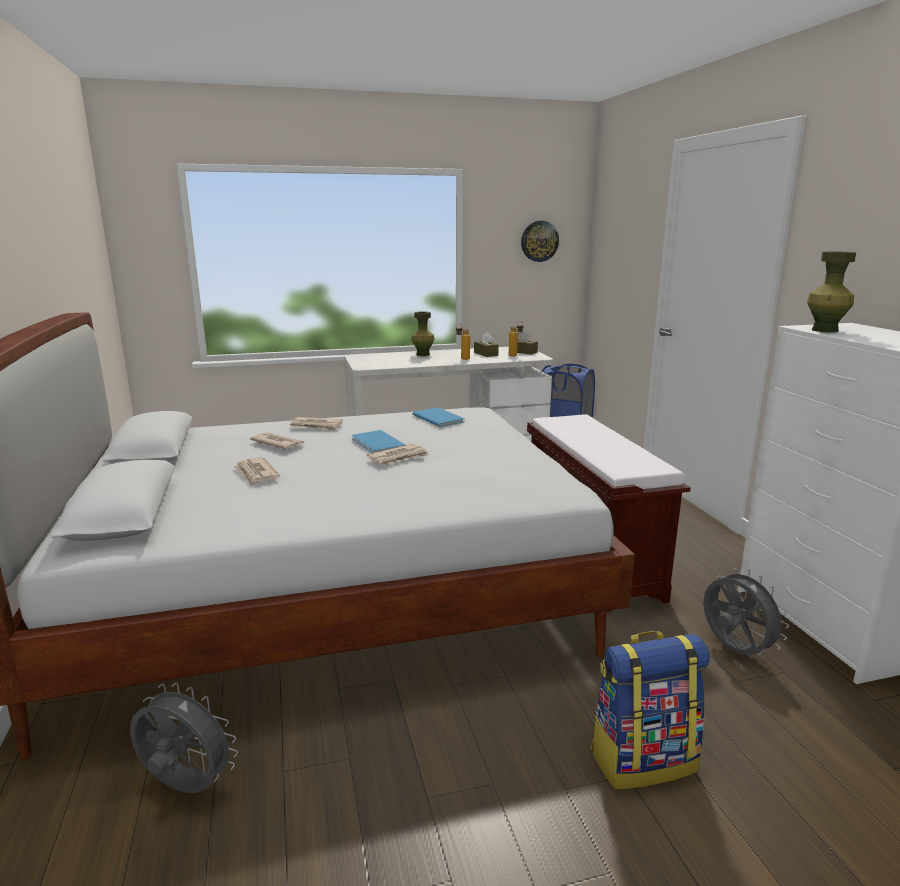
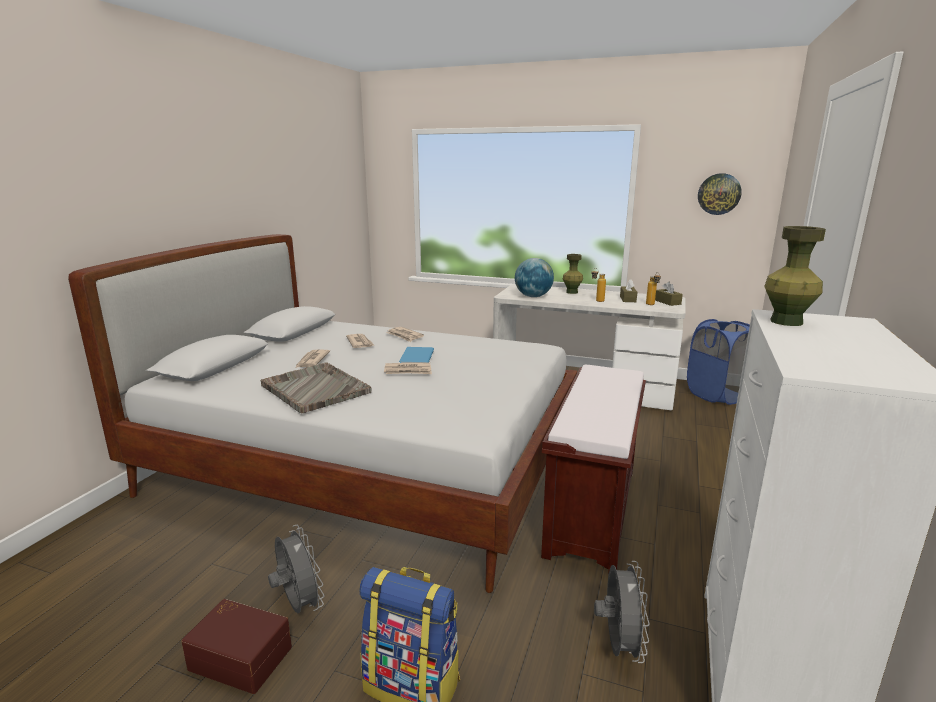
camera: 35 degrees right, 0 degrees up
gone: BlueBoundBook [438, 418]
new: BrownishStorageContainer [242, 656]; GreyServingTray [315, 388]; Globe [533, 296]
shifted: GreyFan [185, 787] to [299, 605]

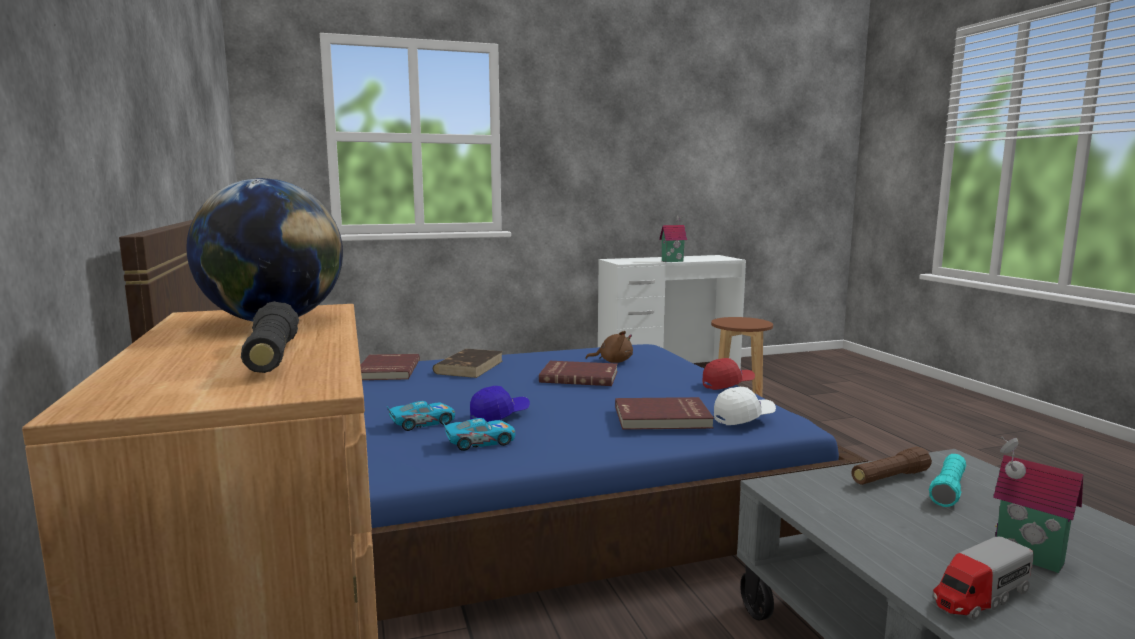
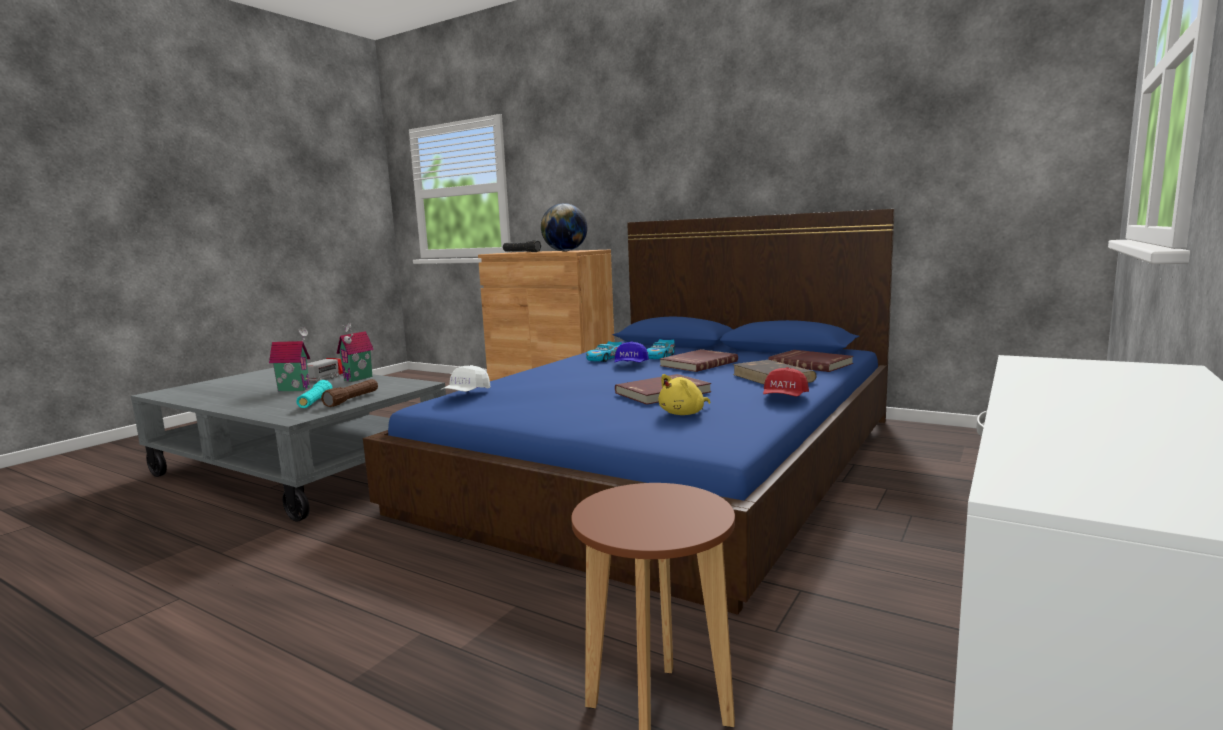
camera: 140 degrees right, 0 degrees up
shifted: RedColouredBoundBook [662, 418] to [697, 363]; ModelHouse [672, 261] to [359, 379]; RedColouredCap [727, 384] to [784, 398]
repainted: BrownishSoftToy [613, 361] to YellowishSoftToy [684, 414]

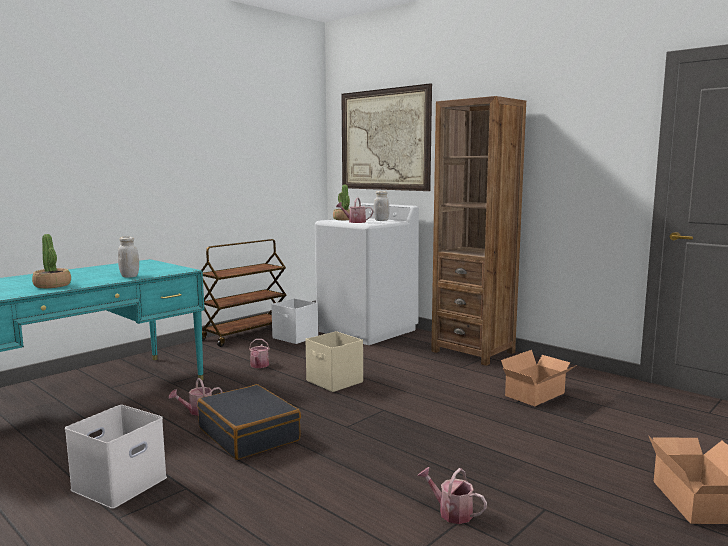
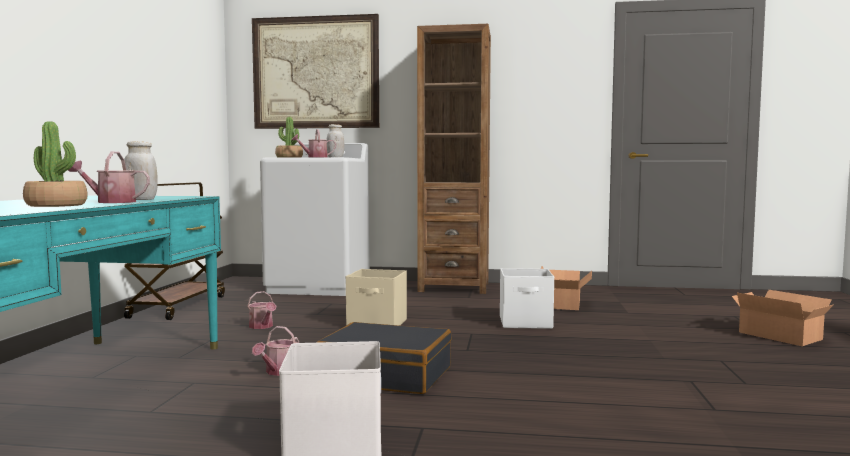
camera: 35 degrees left, 5 degrees down
shifted: WhiteStorageContainer [295, 337] to [526, 322]; WateringPot [451, 512] to [111, 202]

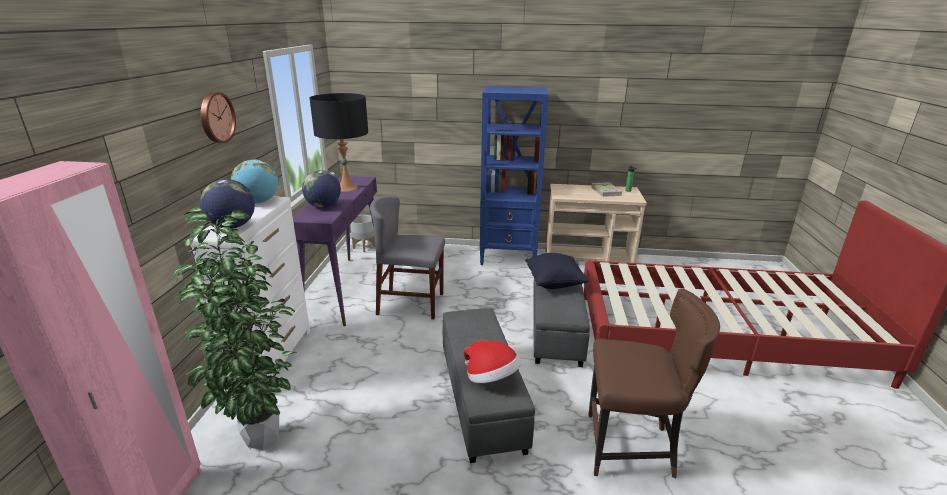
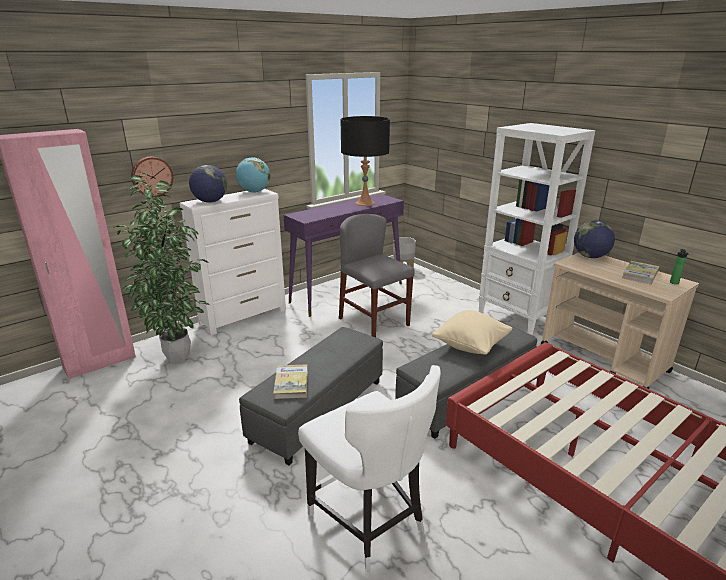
camera: 45 degrees right, 0 degrees up
shifted: ClockOnTheWall [216, 117] to [151, 176]; Globe [323, 206] to [590, 257]
swapped: ClothingHat [491, 378] to BoundBook [291, 383]
repainted: BlueShelvingUnit [509, 257] to WhiteShelvingUnit [517, 321]; BlackishThrowPillow [554, 283] to SandColouredThrowPillow [471, 346]; BrownishUprightChair [631, 448] to WhiteUprightChair [369, 521]

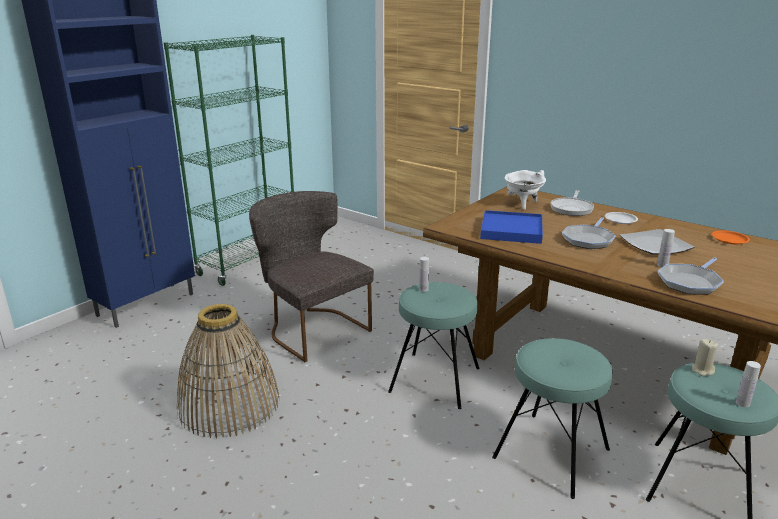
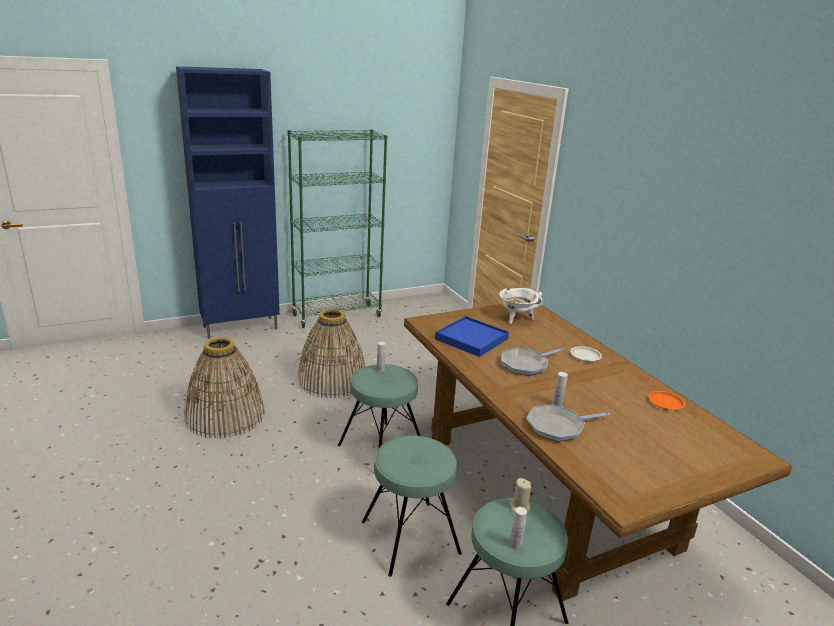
camera: 25 degrees right, 0 degrees up
gone: Pan [572, 208]; DinnerPlate [655, 245]
swapped: GreyUprightChair [312, 329] to HouseholdBasket [332, 380]

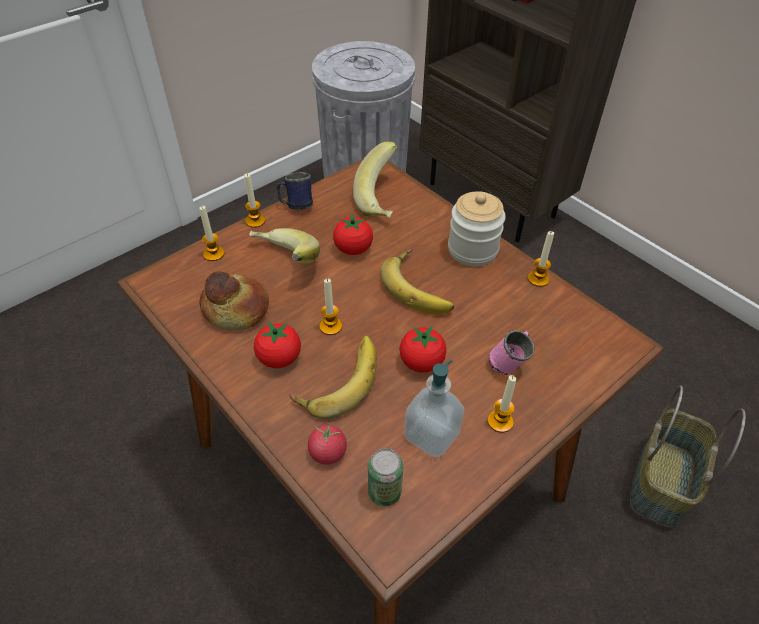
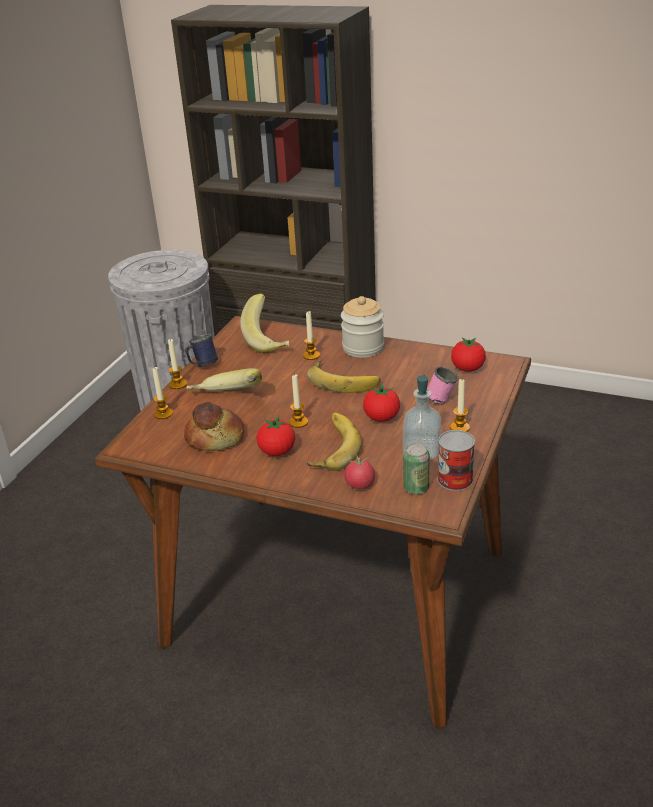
camera: 25 degrees left, 15 degrees down
gone: HouseholdBasket [663, 483]
new: MetalCan [455, 479]
shifted: WholeTomato [353, 249] to [467, 369]; Candle [538, 279] to [311, 355]

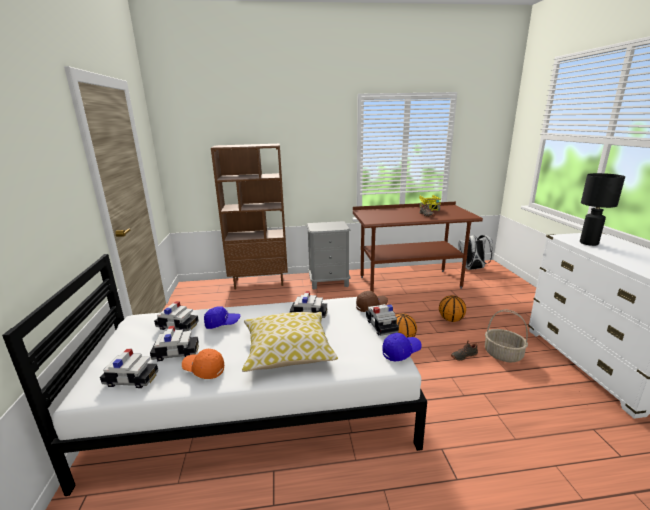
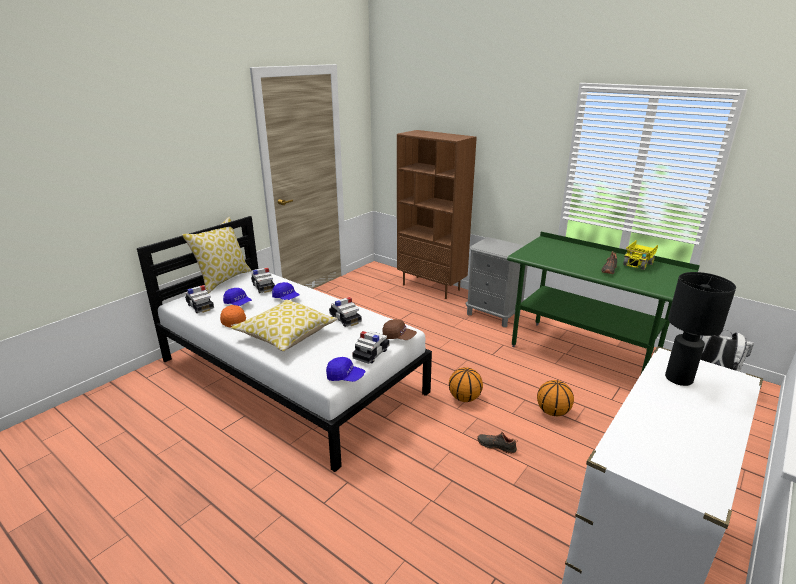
camera: 45 degrees right, 5 degrees up
gone: HouseholdBasket [503, 354]
new: ThrowPillow [223, 279]
swapped: ToyCar [176, 353] to BlueCap [238, 303]
repainted: BrownishDesk [409, 282] to GreenishDesk [583, 354]

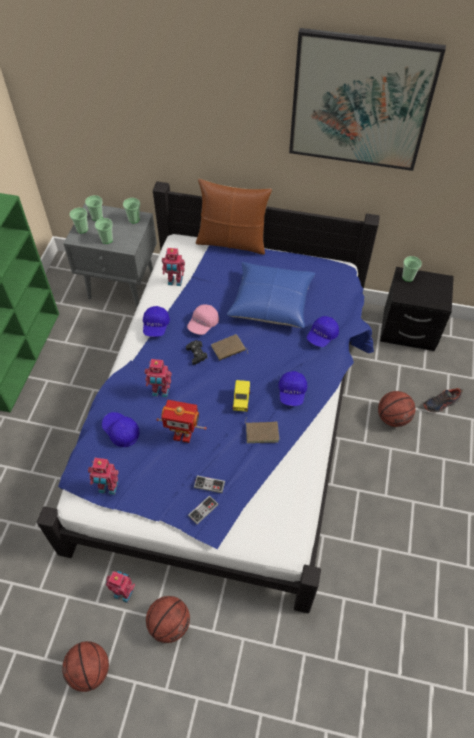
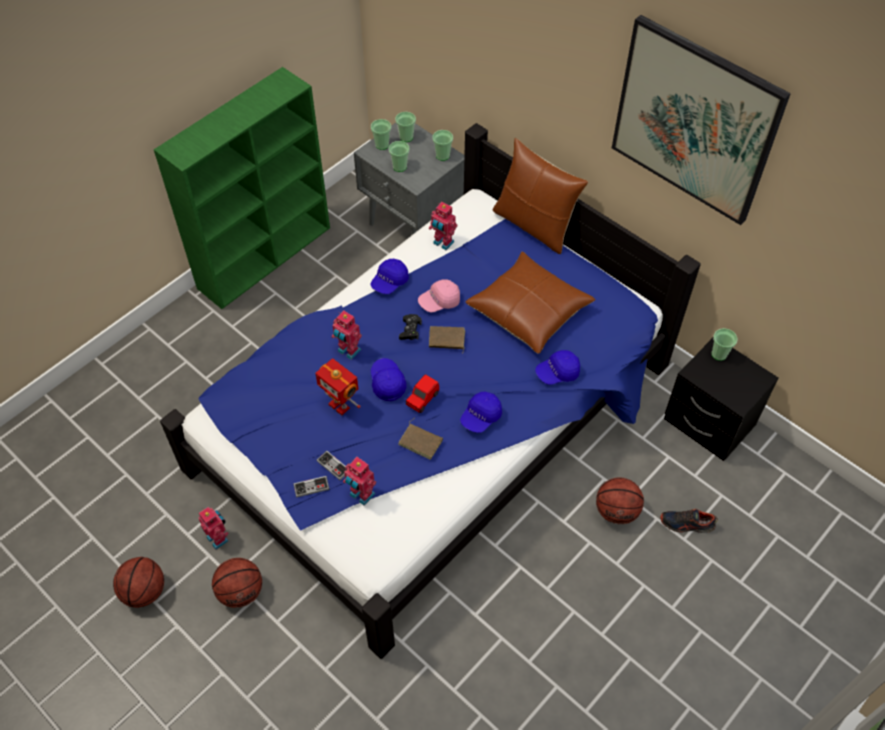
camera: 30 degrees right, 0 degrees up
shifted: RobotFigure [108, 488] to [361, 495]; BlueCap [121, 431] to [387, 383]
repainted: BlueThrowPillow [271, 302] to BrownishThrowPillow [529, 311]; YellowishToyCar [241, 400] to RedColouredToyCar [422, 399]

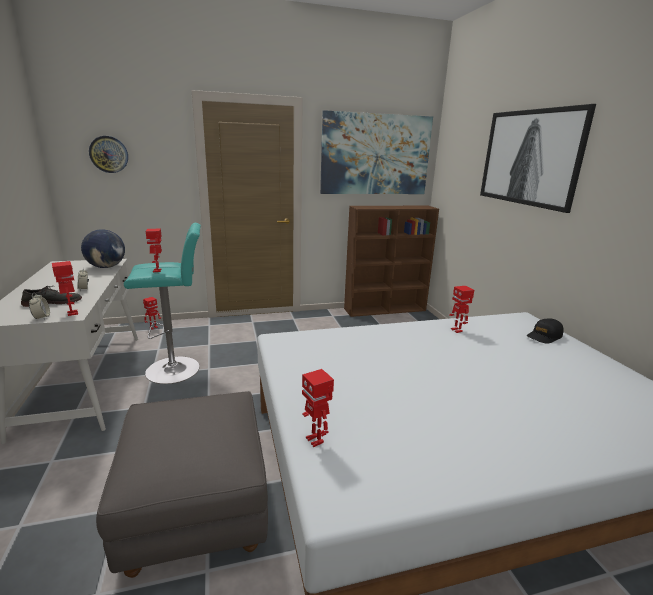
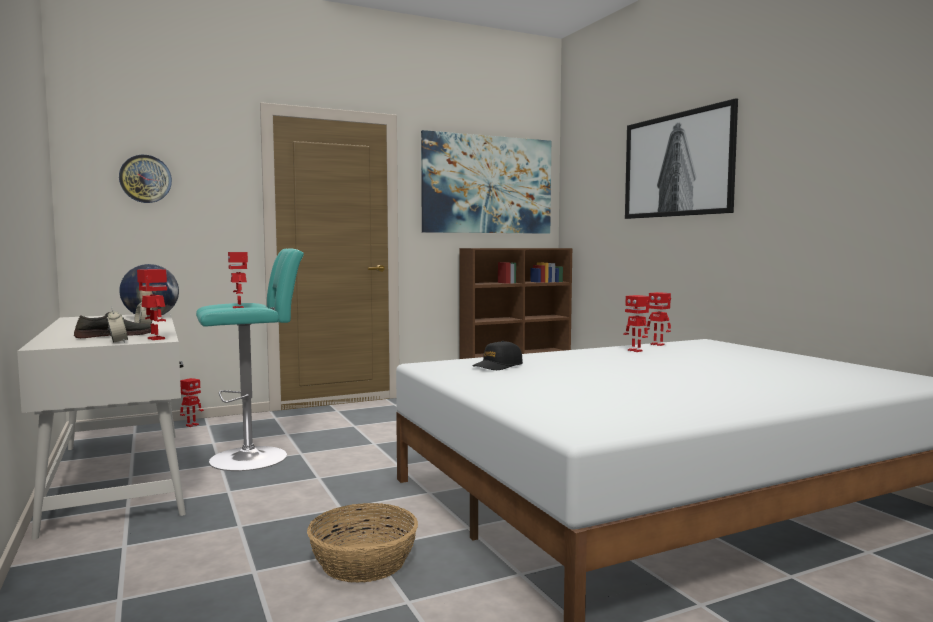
camera: 10 degrees left, 15 degrees down
shifted: RobotFigure [315, 440] to [658, 344]; BlackishCap [544, 336] to [498, 366]
swapped: GreyPouffe [197, 511] to HouseholdBasket [364, 562]

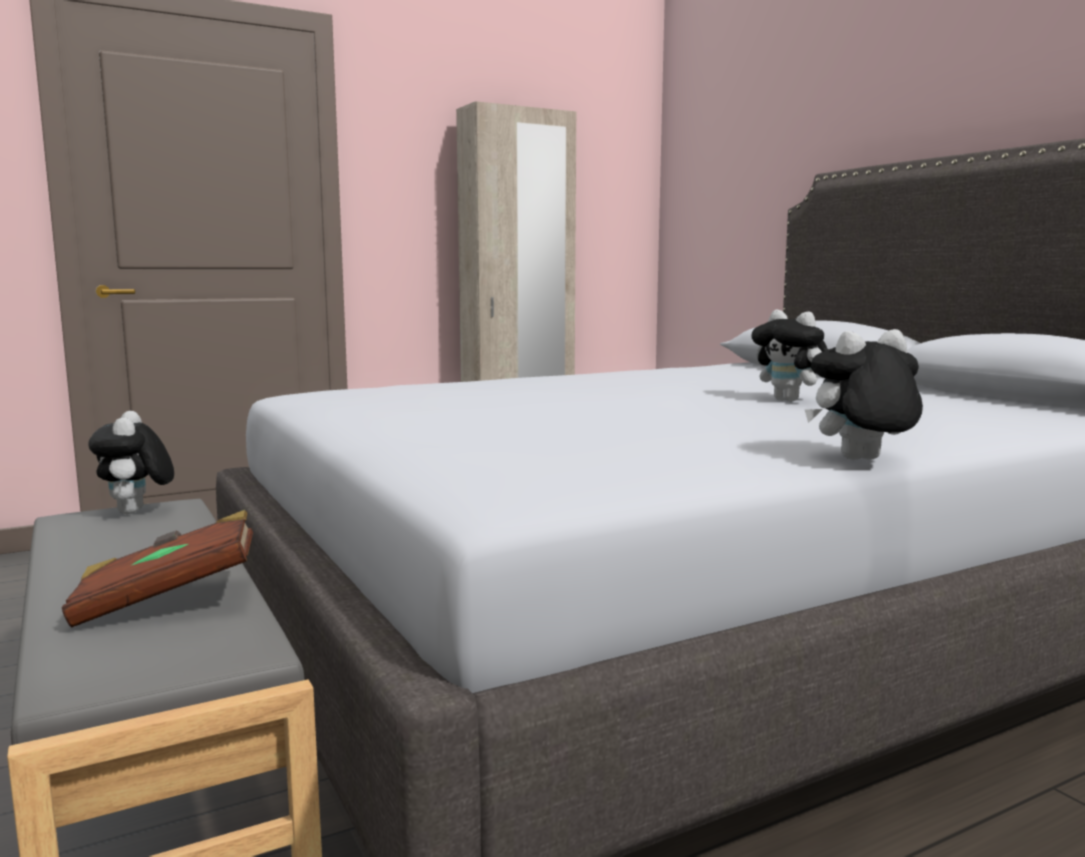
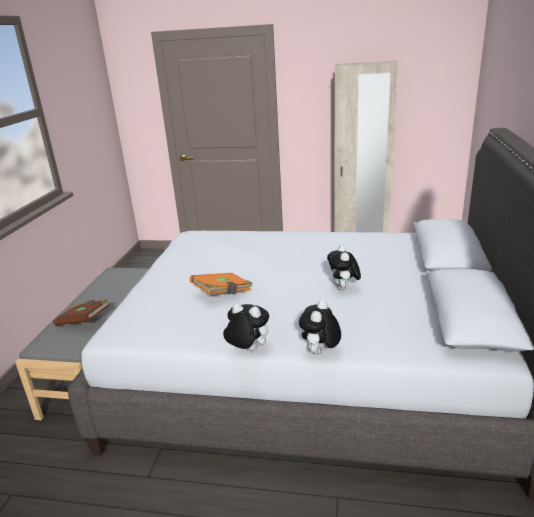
camera: 40 degrees right, 15 degrees up
new: OrangeBoundBook [223, 293]
shifted: SoftToy [136, 512] to [320, 352]

